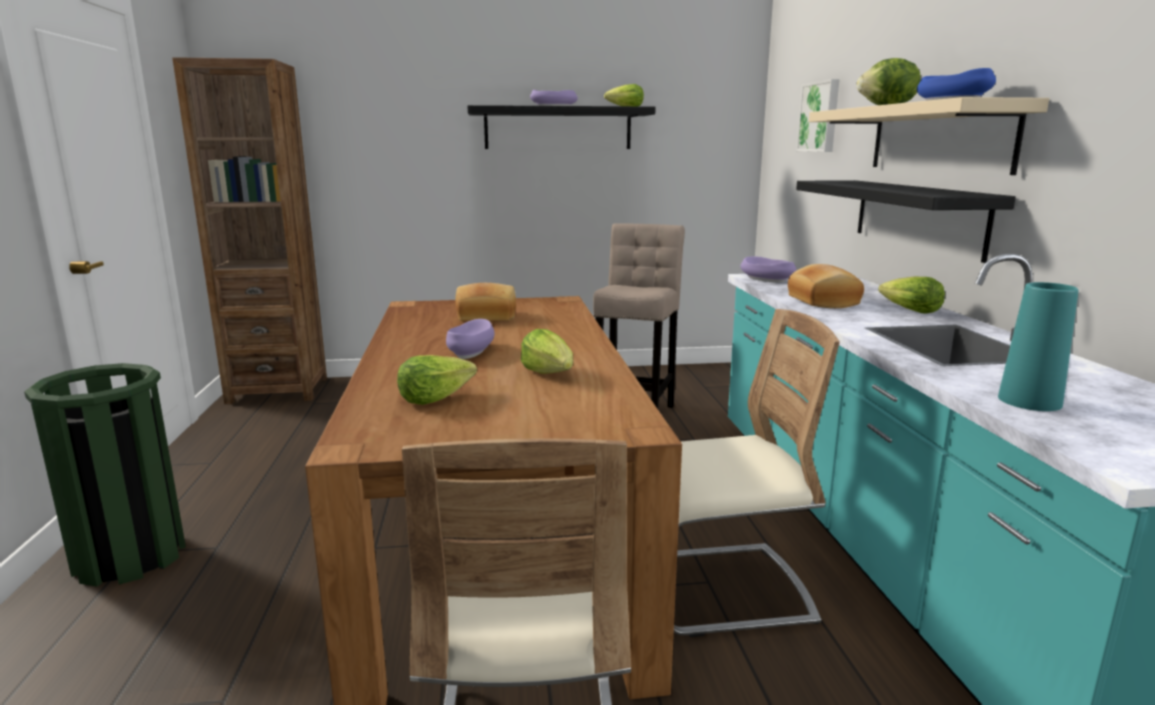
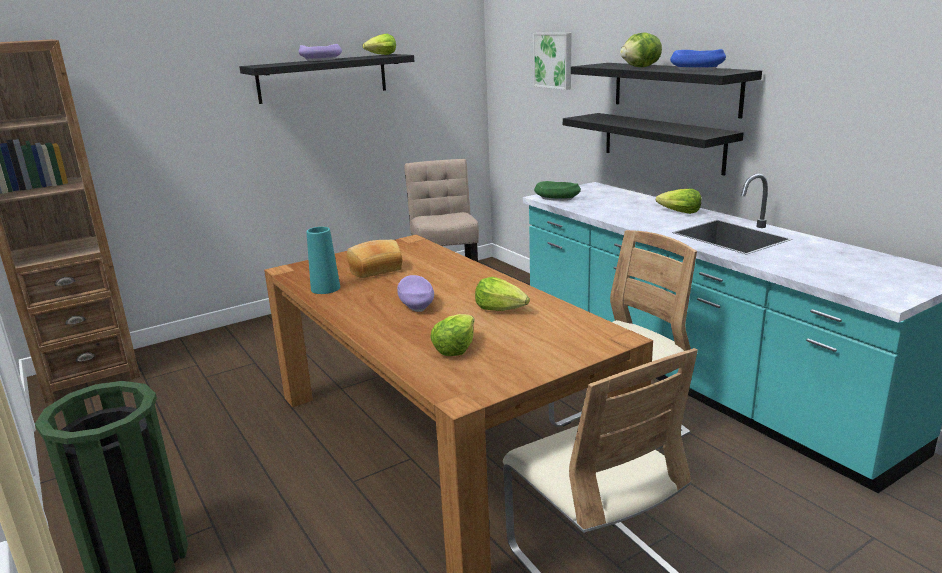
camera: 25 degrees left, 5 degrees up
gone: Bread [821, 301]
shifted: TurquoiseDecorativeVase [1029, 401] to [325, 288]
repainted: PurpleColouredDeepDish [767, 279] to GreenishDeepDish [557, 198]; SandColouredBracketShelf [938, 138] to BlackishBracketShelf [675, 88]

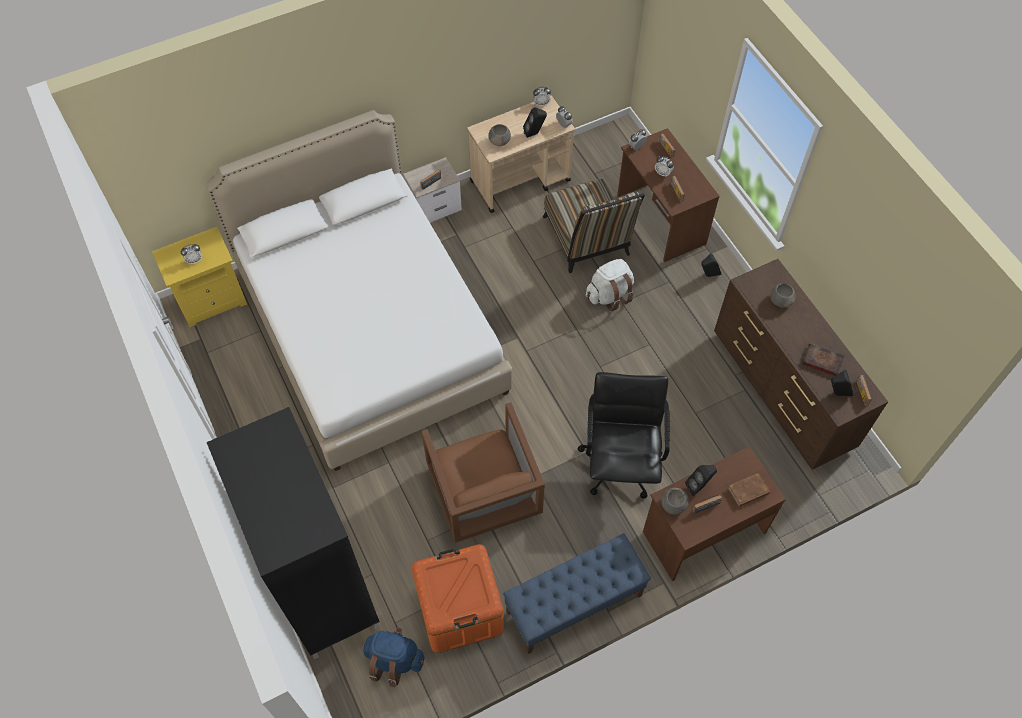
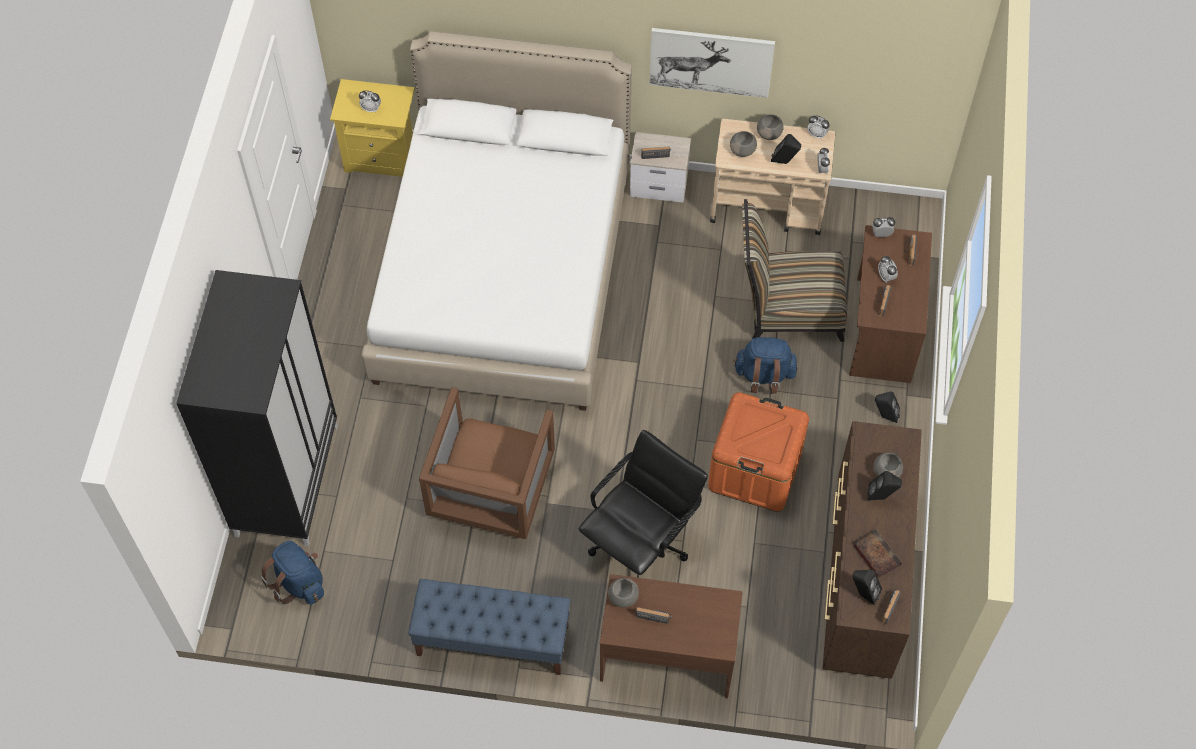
camera: 35 degrees right, 0 degrees up
gone: BrownishBoundBook [748, 491]
new: Picture [711, 61]; GreyDeepDish [769, 133]
shifted: OrangeStorageContainer [460, 609] to [755, 469]; BlackishLoudspeaker [699, 486] to [881, 497]
repainted: WhiteKnapsack [609, 295] to BlueKnapsack [764, 375]
rotated: UprightChair [588, 240] = [787, 307] 75 degrees clockwise

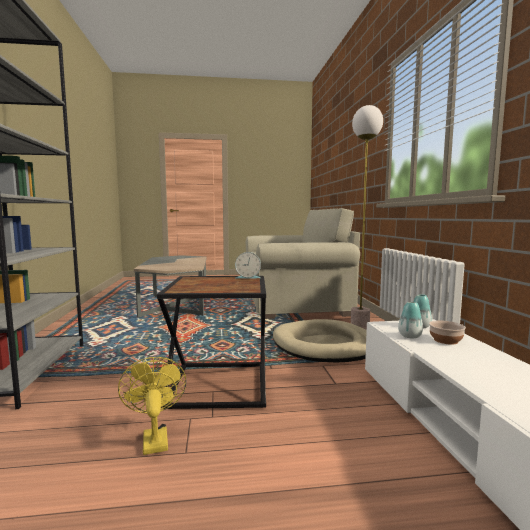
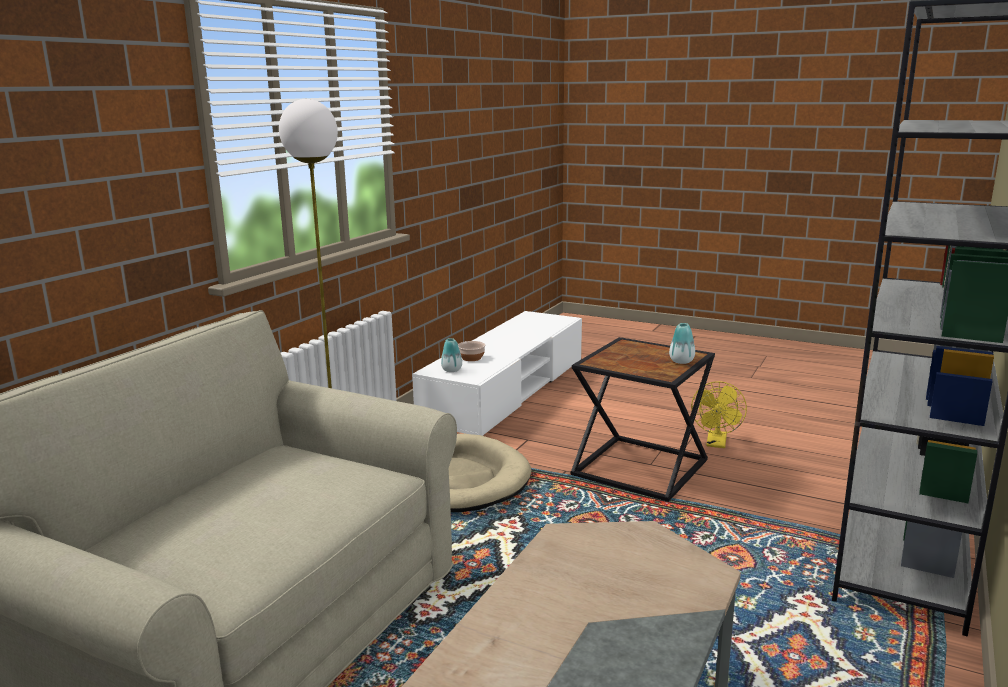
camera: 145 degrees left, 10 degrees up
gone: AlarmClock [248, 277]
shifted: DecorativeVase [410, 336] to [681, 361]

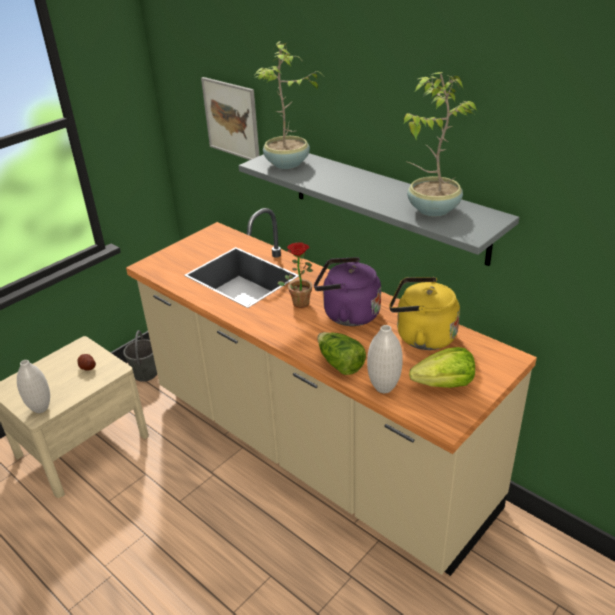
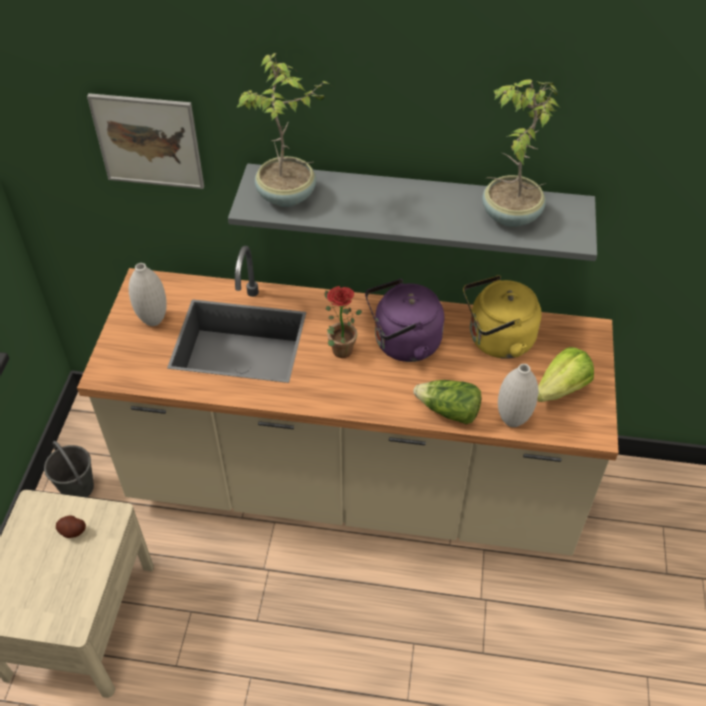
camera: 35 degrees left, 15 degrees up
shifted: WhiteDecorativeVase [41, 408] to [153, 320]

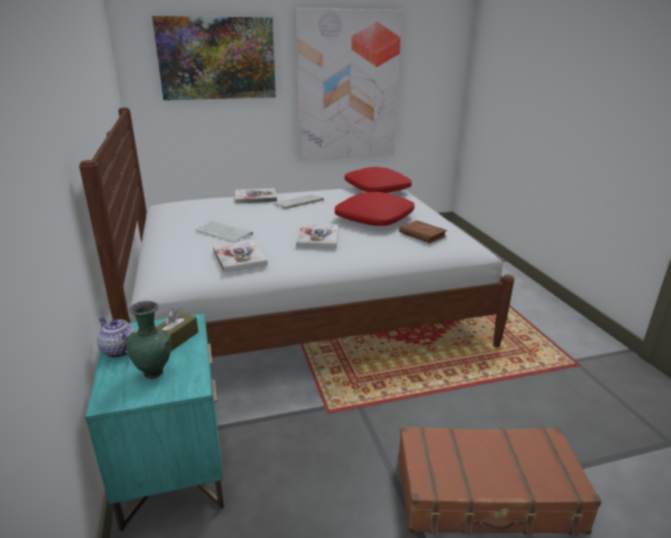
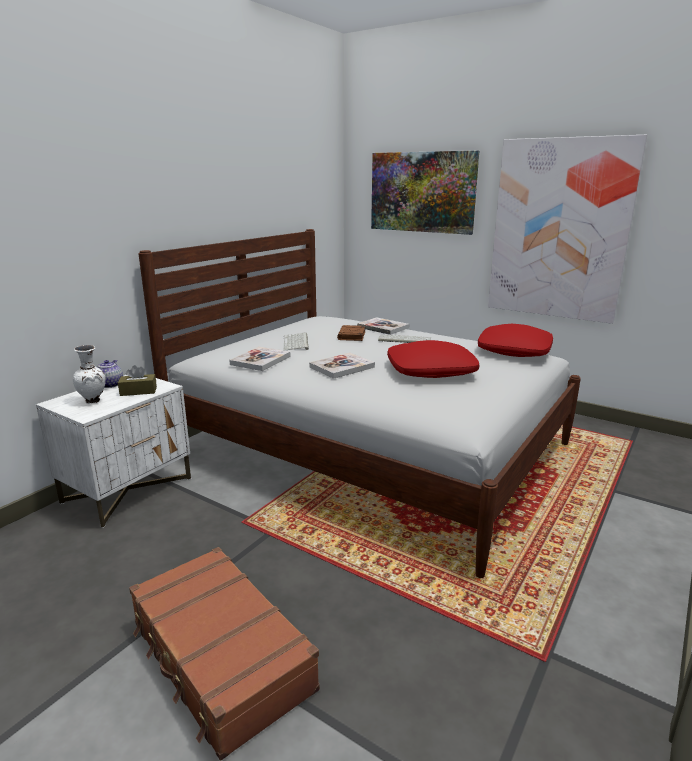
camera: 50 degrees right, 5 degrees down
shifted: BrownishBoundBook [423, 235] to [352, 336]
repainted: TurquoiseBedsideTable [173, 464] to WhiteBedsideTable [128, 490]; GreenishDecorativeVase [155, 373] to WhiteDecorativeVase [94, 401]

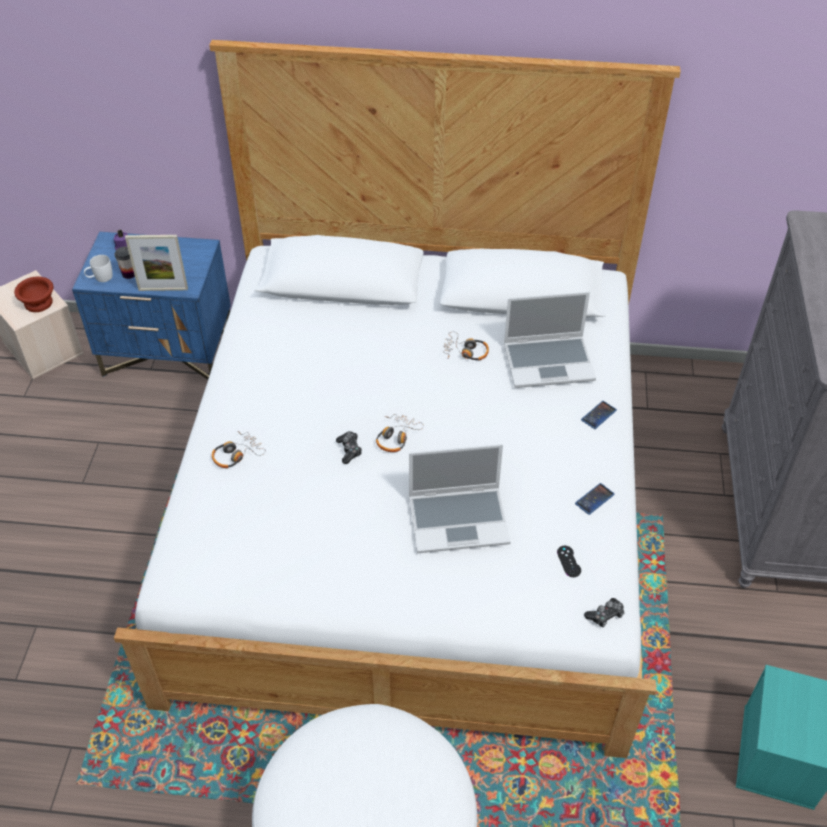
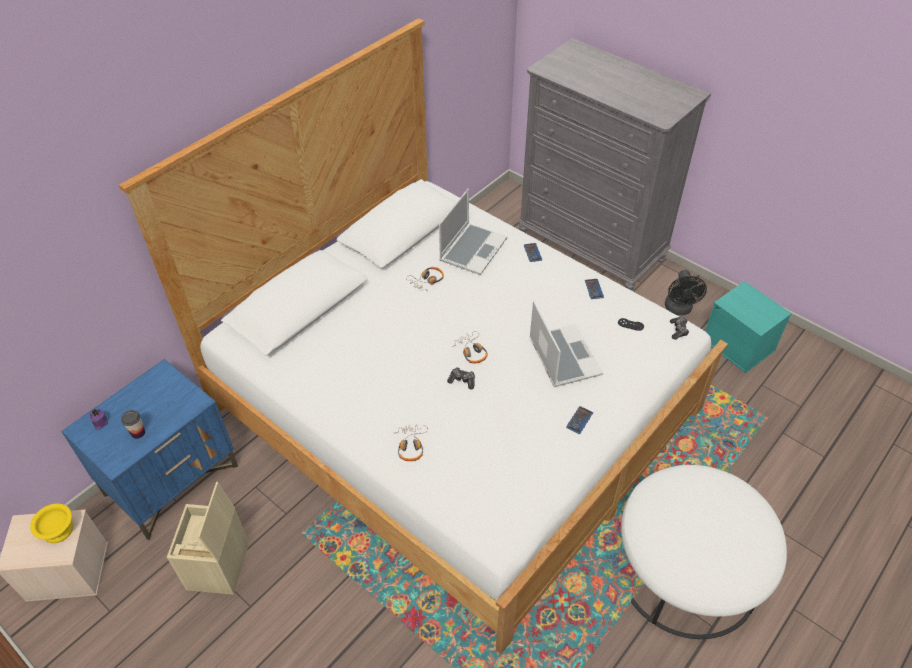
camera: 55 degrees left, 0 degrees up
gone: WhiteCoffeeMug [100, 278]; PhotoFrame [163, 289]
new: SandColouredStorageContainer [219, 567]; Handset [579, 420]; BlackishFan [679, 309]
repainted: BrownishDeepDish [38, 302] to YellowishDeepDish [57, 530]
rotated: Laptop [459, 519] = [563, 356] 45 degrees counterclockwise

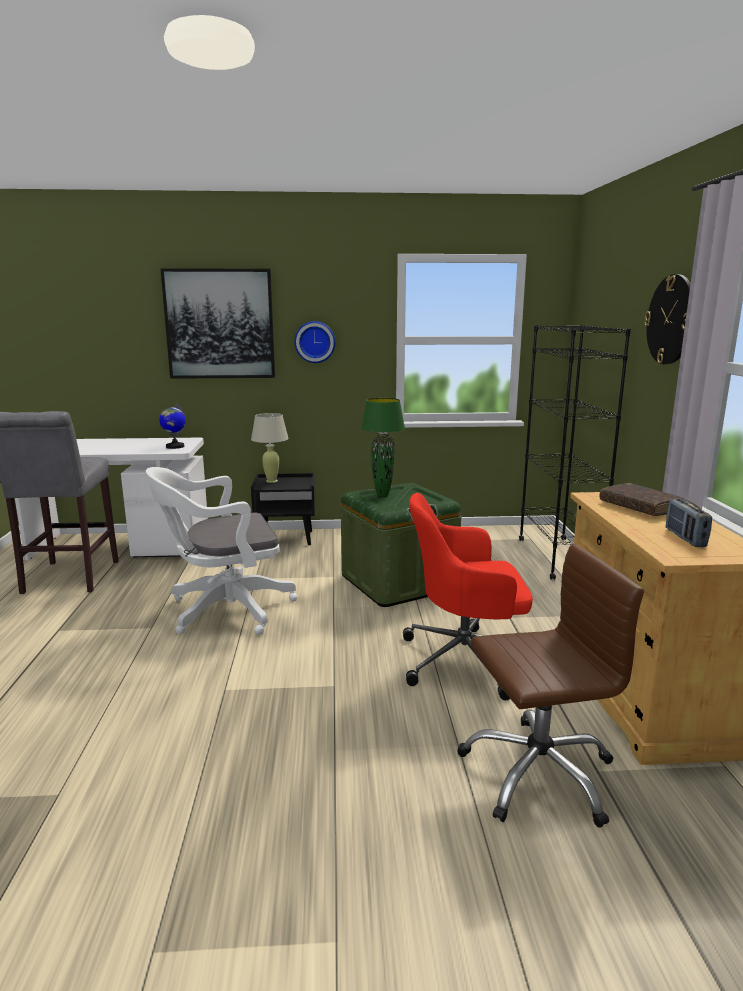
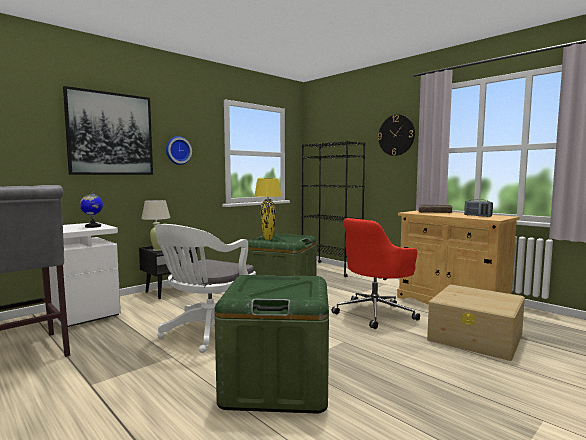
camera: 40 degrees left, 10 degrees down
new: GreenishStorageContainer [276, 383]
swapped: BrownishDeskChair [537, 772] to SandColouredStorageContainer [476, 337]
repainted: GreenishTableLamp [382, 495] to YellowishTableLamp [268, 239]

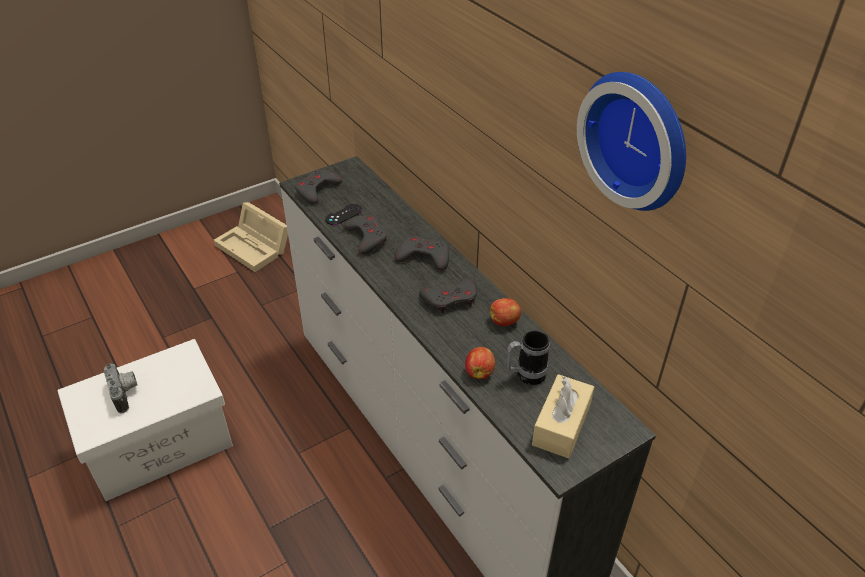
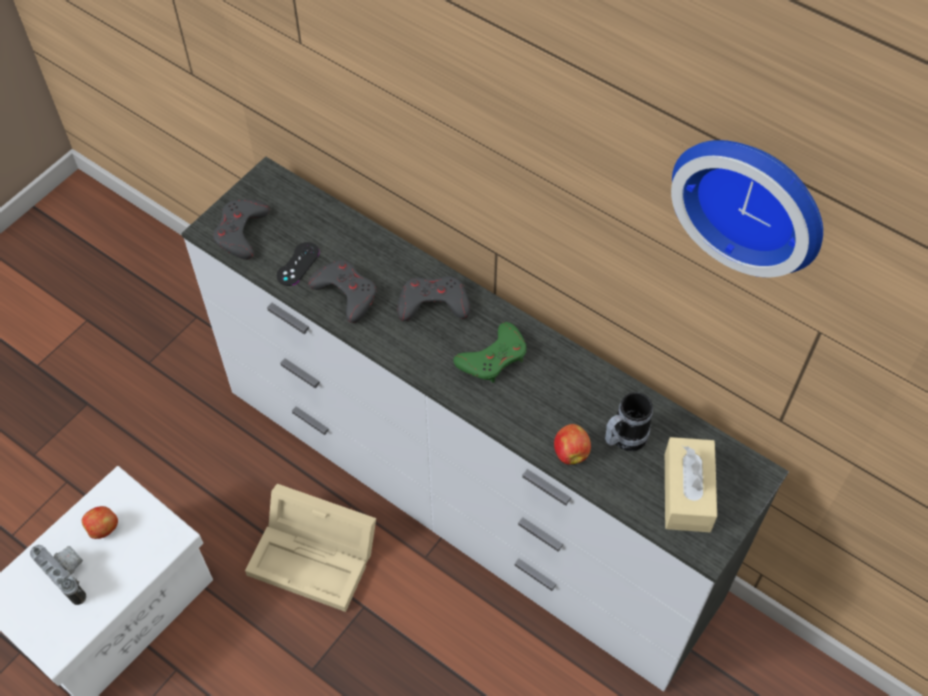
camera: 20 degrees left, 15 degrees up
shifted: SandColouredStorageContainer [255, 247] to [317, 556]; AppleFruit [504, 321] to [104, 528]
repainted: GreyJoypad [450, 299] to GreenishJoypad [493, 358]

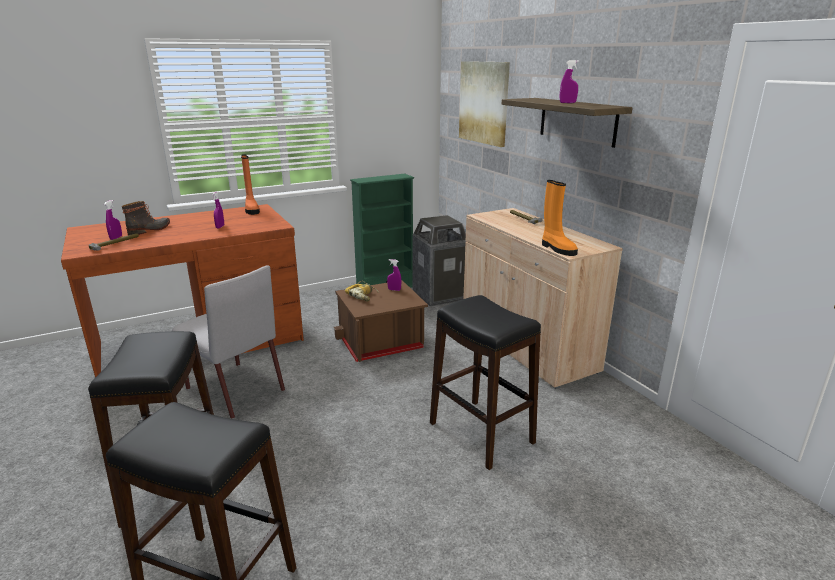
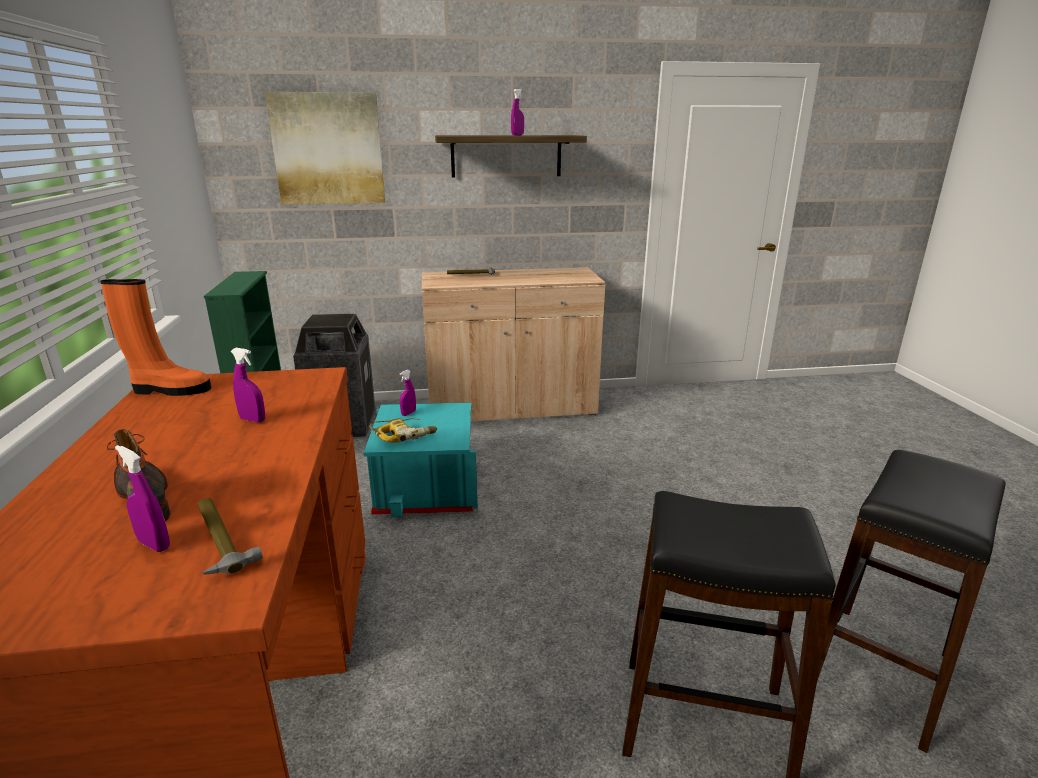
camera: 70 degrees left, 0 degrees up
gone: GreyUprightChair [234, 388]; BlackishStoolSeat [481, 433]; OrangeBoot [557, 249]
repainted: BrownishStorageContainer [381, 341] to TurquoiseStorageContainer [427, 486]

